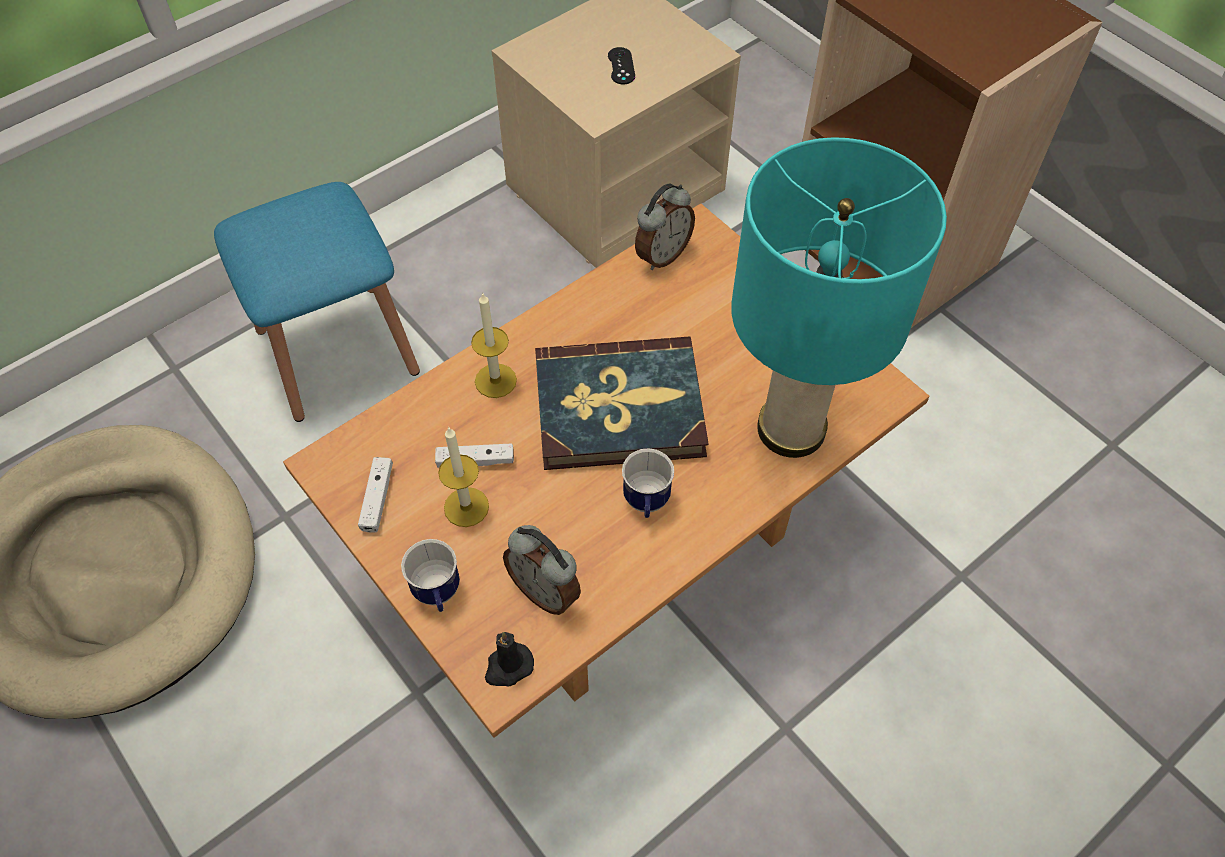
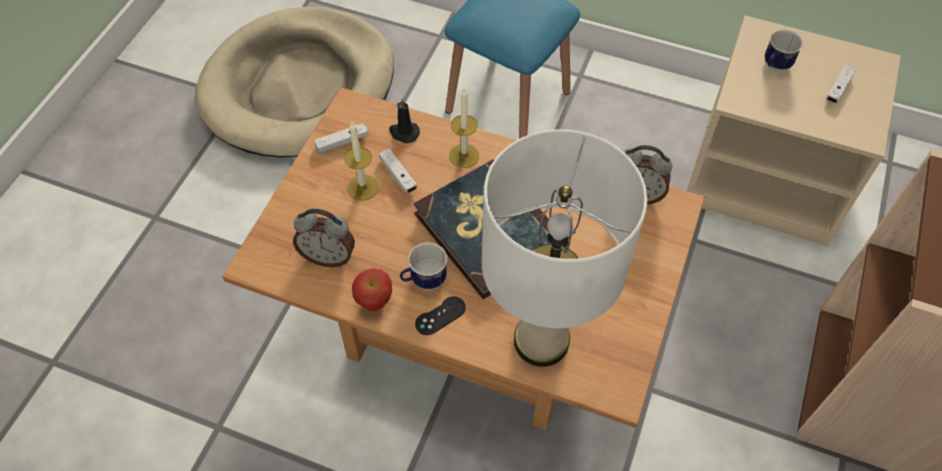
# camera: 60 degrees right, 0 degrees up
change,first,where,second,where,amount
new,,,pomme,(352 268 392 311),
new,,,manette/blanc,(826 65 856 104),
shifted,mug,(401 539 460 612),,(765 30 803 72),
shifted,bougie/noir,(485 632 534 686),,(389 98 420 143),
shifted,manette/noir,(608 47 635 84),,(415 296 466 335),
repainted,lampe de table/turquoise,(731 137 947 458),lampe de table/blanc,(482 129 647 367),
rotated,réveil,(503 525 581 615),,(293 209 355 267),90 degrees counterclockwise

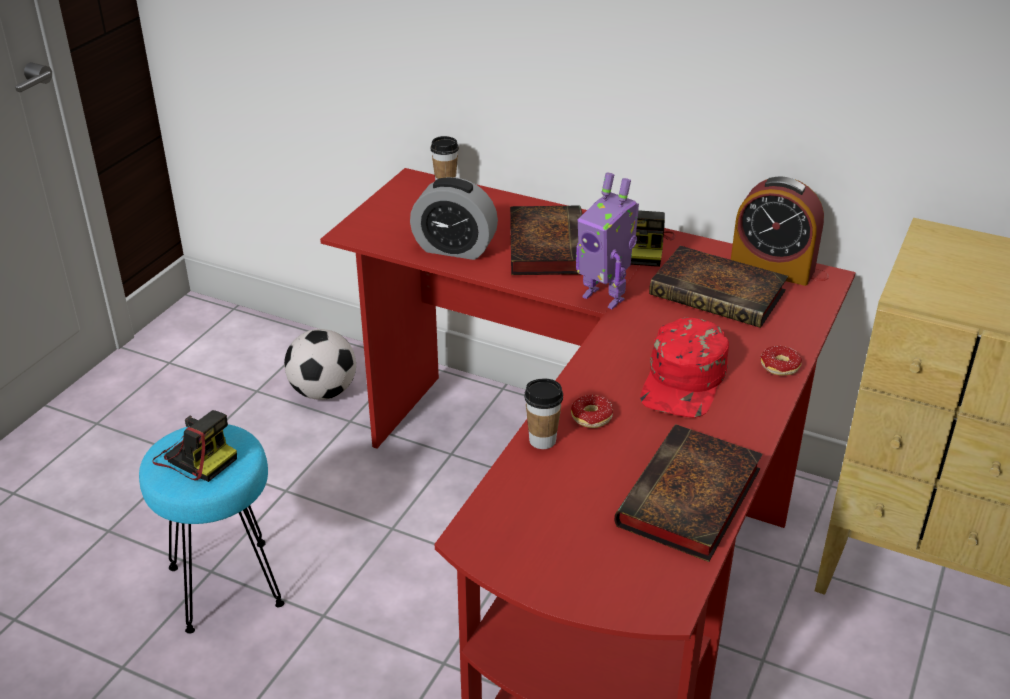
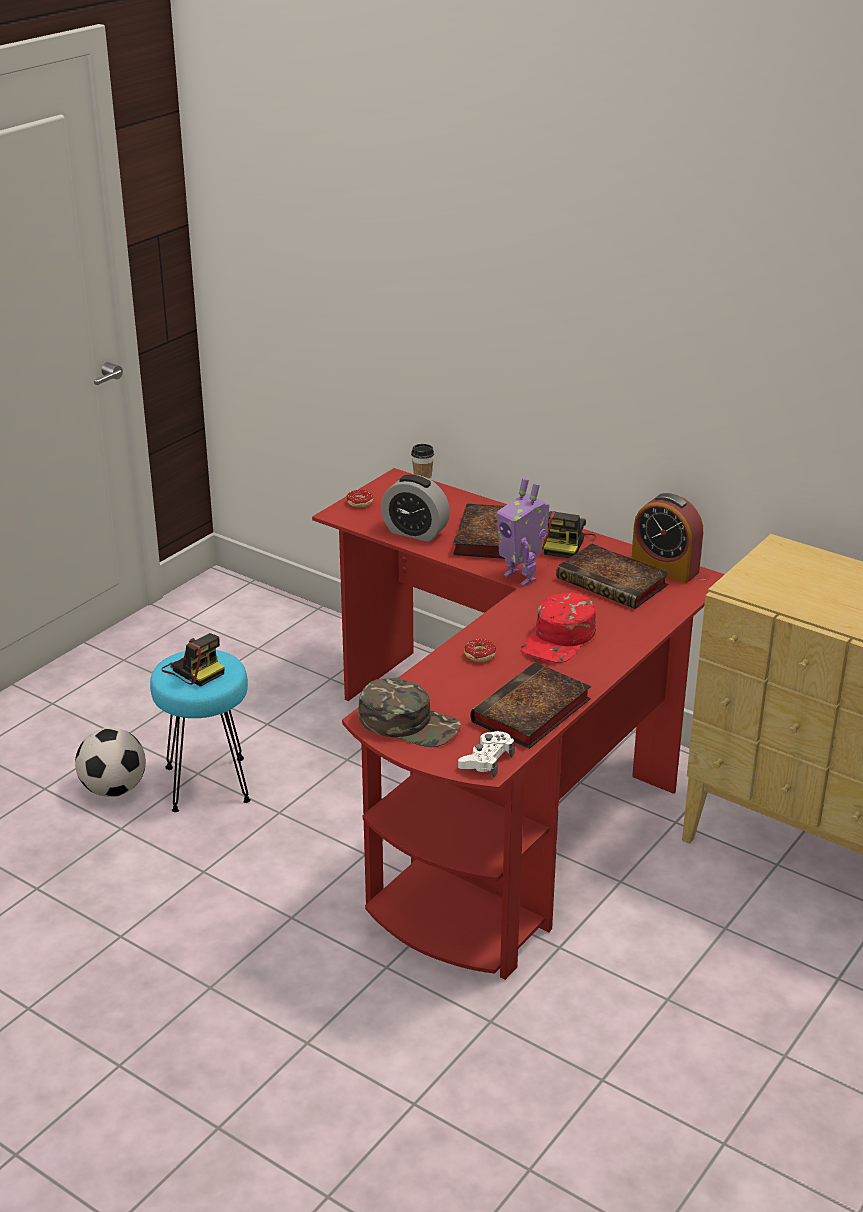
# camera: 10 degrees right, 5 degrees down
change,first,where,second,where,amount
gone,tasse,(524 379 563 449),,,
new,,,casquette/vert,(358 678 461 747),
new,,,manette/blanc,(458 731 515 777),
shifted,ballon de foot,(284 329 356 400),,(75 728 146 797),
shifted,beignet,(760 346 802 375),,(346 489 373 507),

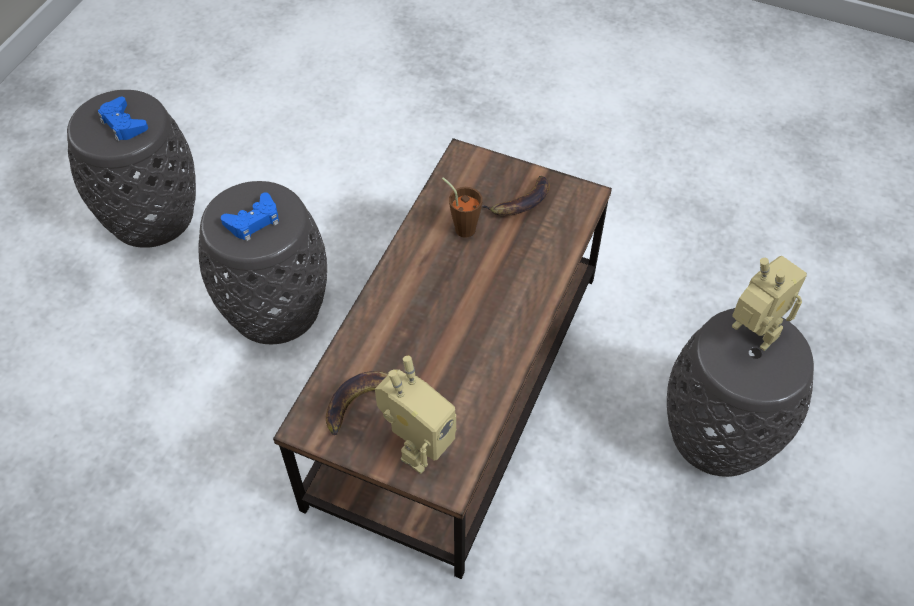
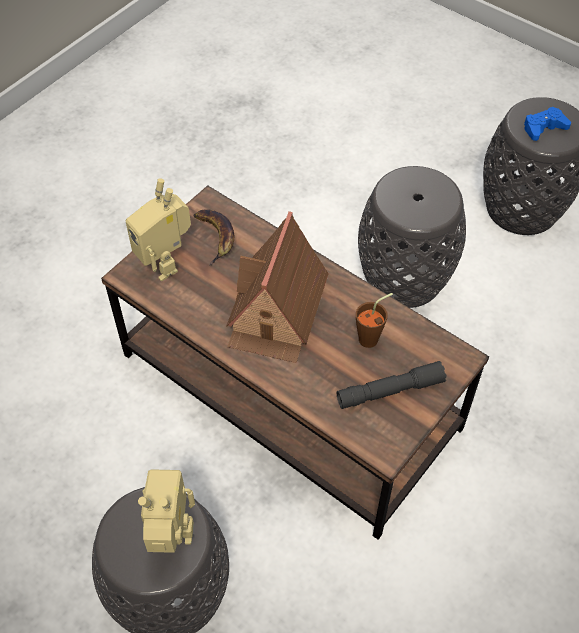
# camera: 105 degrees right, 0 degrees up
change,first,where,second,where,amount
gone,manette/bleu,(221 192 279 242),,,
new,,,maison miniature,(226 211 329 363),
swapped,banane,(481 175 550 216),lampe de poche/gris,(337 361 447 409),
rotated,robot jouet,(732 256 807 351),,(138 469 195 553),150 degrees counterclockwise

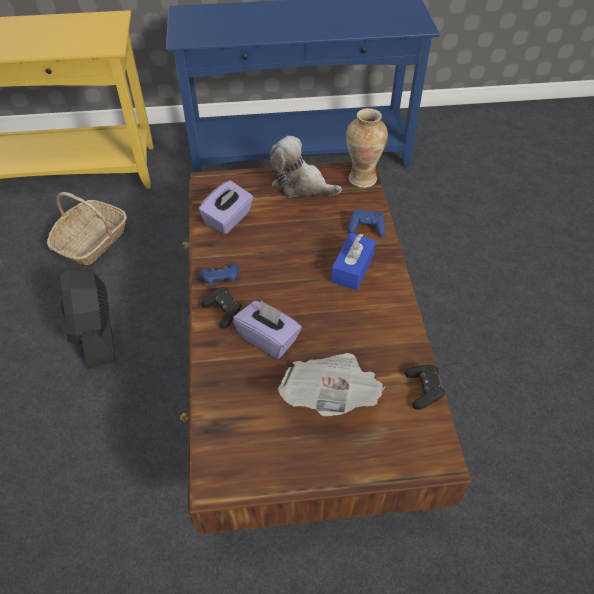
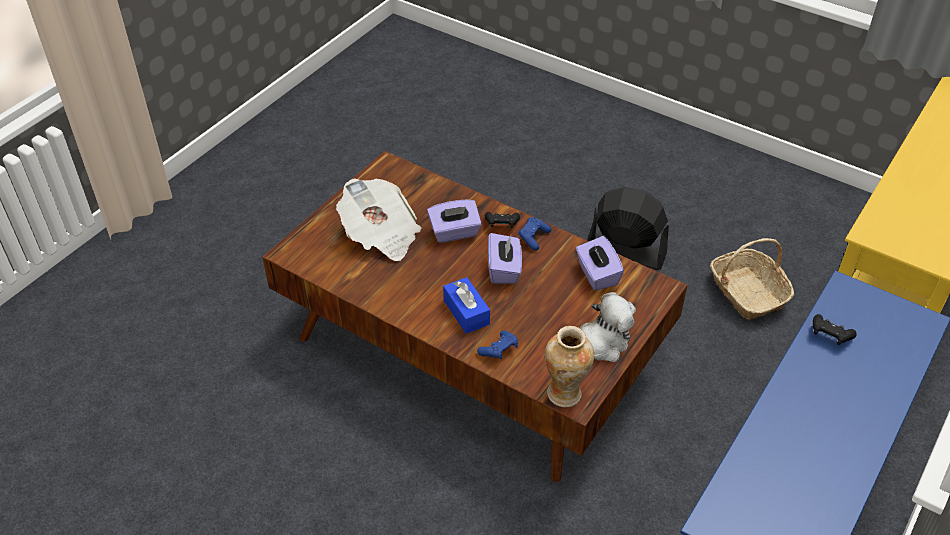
# camera: 130 degrees right, 5 degrees down
change,first,where,second,where,amount
new,,,boîte à mouchoirs/violet,(488 233 522 284),
shifted,manette/noir,(405 365 445 410),,(813 314 856 345),

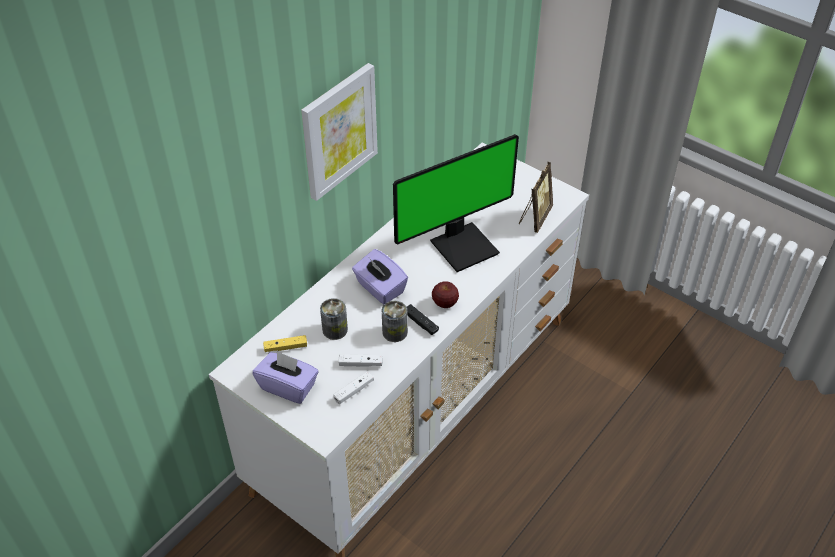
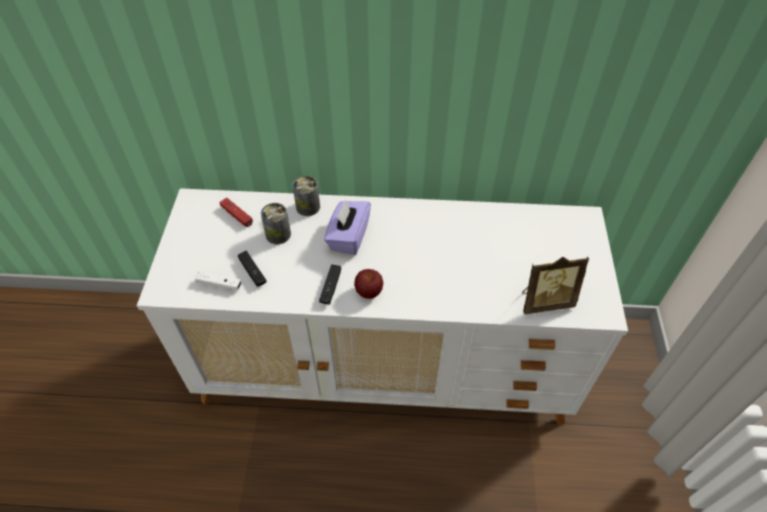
# camera: 55 degrees right, 5 degrees up
change,first,where,second,where,amount
gone,boîte à mouchoirs/violet,(253 351 319 404),,,
gone,tableau,(301 63 378 201),,,
gone,écran d'ordinateur,(393 134 519 272),,,
shifted,boîte métallique,(382 301 408 342),,(292 176 320 216),
repainted,manette/jaune,(263 335 307 352),manette/rouge,(220 198 253 227),
repainted,manette/blanc,(338 354 383 367),manette/noir,(238 251 267 287),

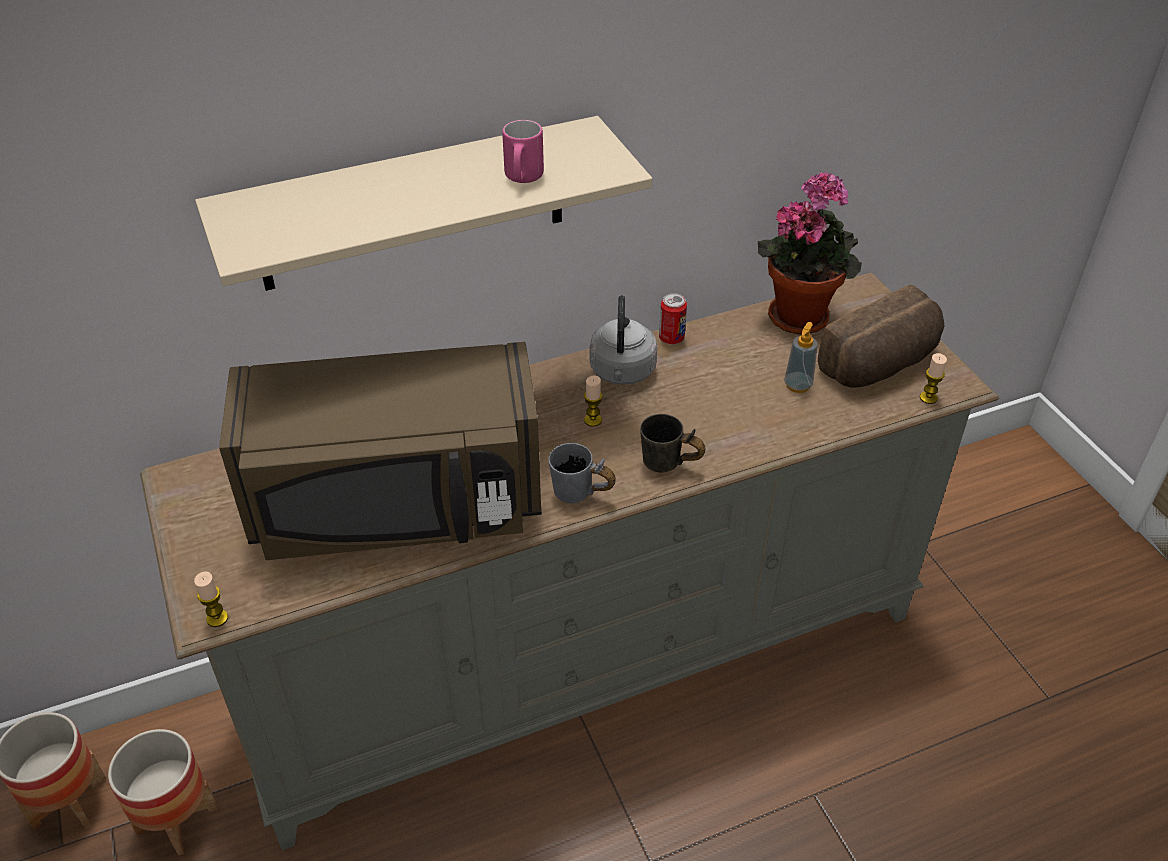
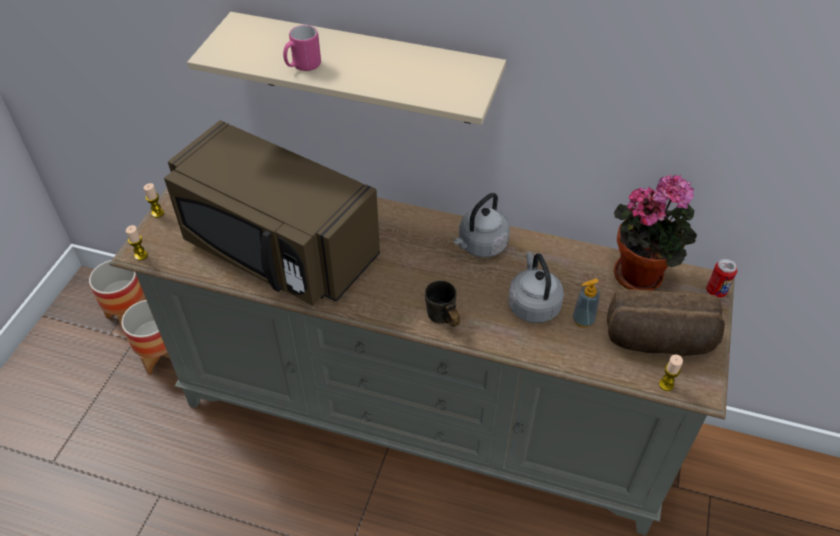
# camera: 40 degrees right, 5 degrees up
change,first,where,second,where,amount
gone,mug/gris,(549 443 616 503),,,
new,,,bouilloire/gris,(508 252 564 323),
shifted,mug/rose,(502 120 544 183),,(283 25 321 71),
shifted,bougie,(584 376 603 427),,(144 183 164 218),
shifted,boîte métallique,(659 293 687 344),,(706 259 737 298),

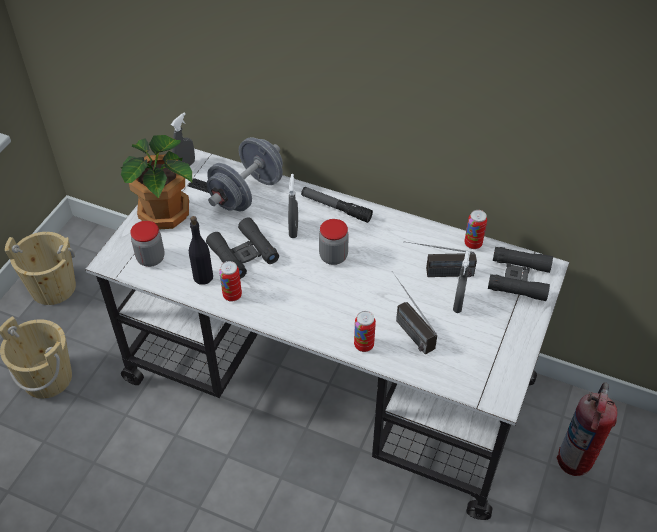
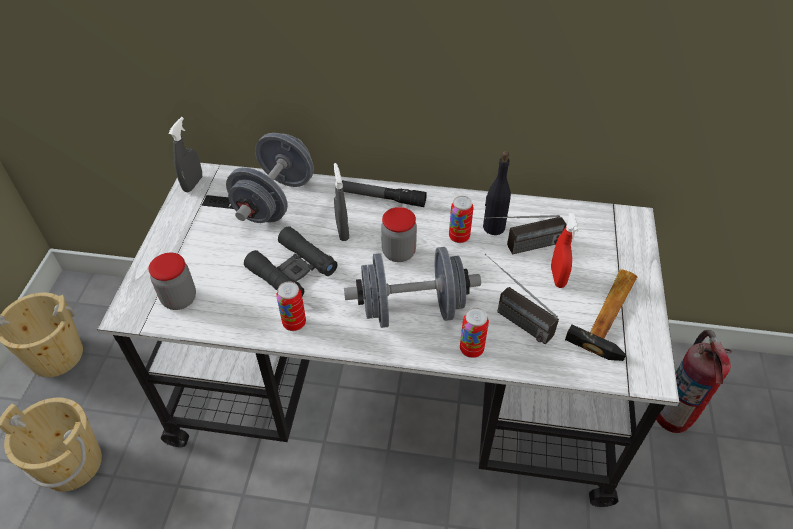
# camera: 15 degrees left, 0 degrees up
change,first,where,second,where,amount
gone,plante en pot,(121 135 192 230),,,
gone,jumelles/noir,(488 247 553 301),,,
new,,,haltère/gris,(344 247 481 328),
new,,,marteau,(565 269 637 361),
shifted,bouteille/noir,(189 216 213 285),,(483 151 511 235),
shifted,boîte métallique,(464 210 487 249),,(449 196 473 243),
repainted,vaporisateur/gris,(453 251 470 313),vaporisateur/rouge,(551 213 579 288),

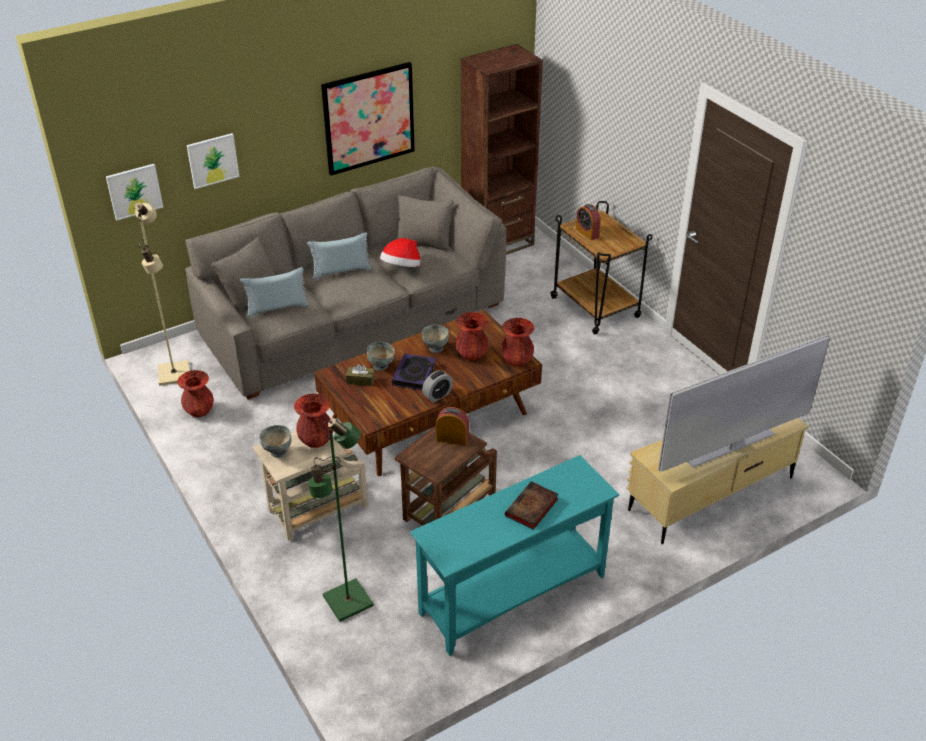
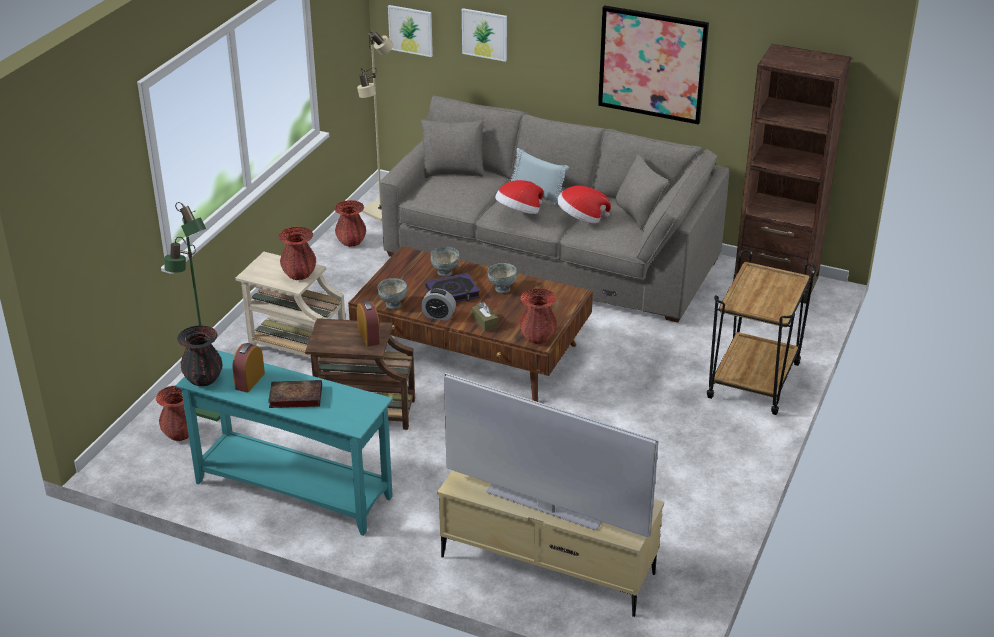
# camera: 55 degrees right, 5 degrees down
change,first,where,second,where,amount
gone,coussin/bleu,(240 267 309 318),,,
new,,,vase/noir,(177 325 222 386),
new,,,chapeau,(495 180 544 214),
shifted,bol/gris,(259 425 291 458),,(378 278 407 309),
shifted,boîte à mouchoirs/marron,(346 364 375 386),,(472 302 498 331),
shifted,vase/rouge,(456 312 488 361),,(156 385 189 441),
shifted,réveil,(576 204 601 240),,(233 343 265 393),

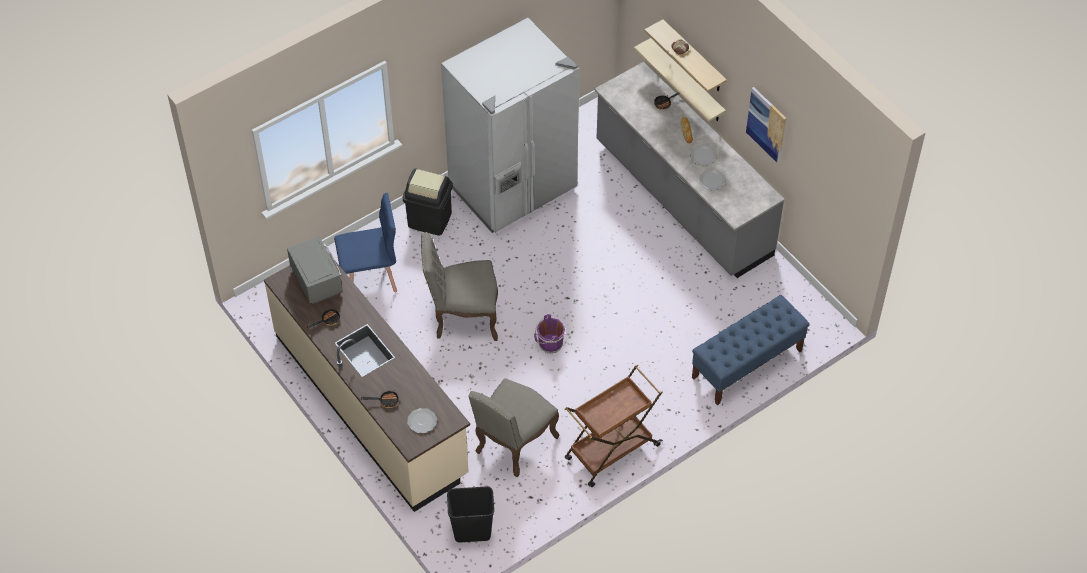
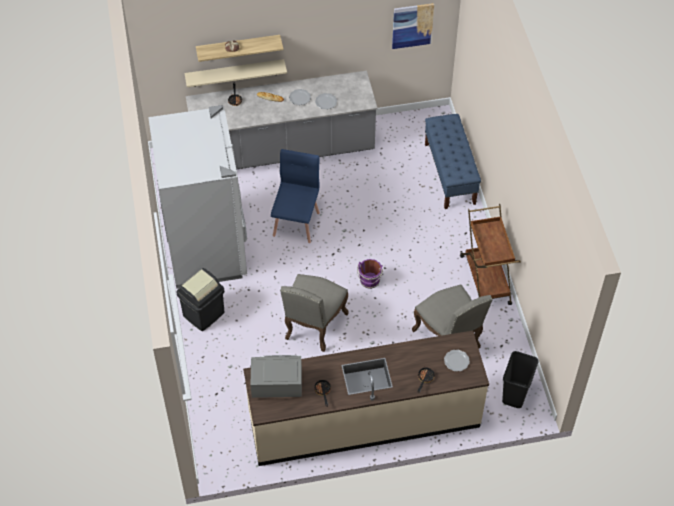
# camera: 65 degrees left, 0 degrees up
change,first,where,second,where,amount
shifted,chaise/bleu,(334 193 397 292),,(271 149 320 243),
shifted,tableau,(746 87 786 163),,(392 3 434 49),

